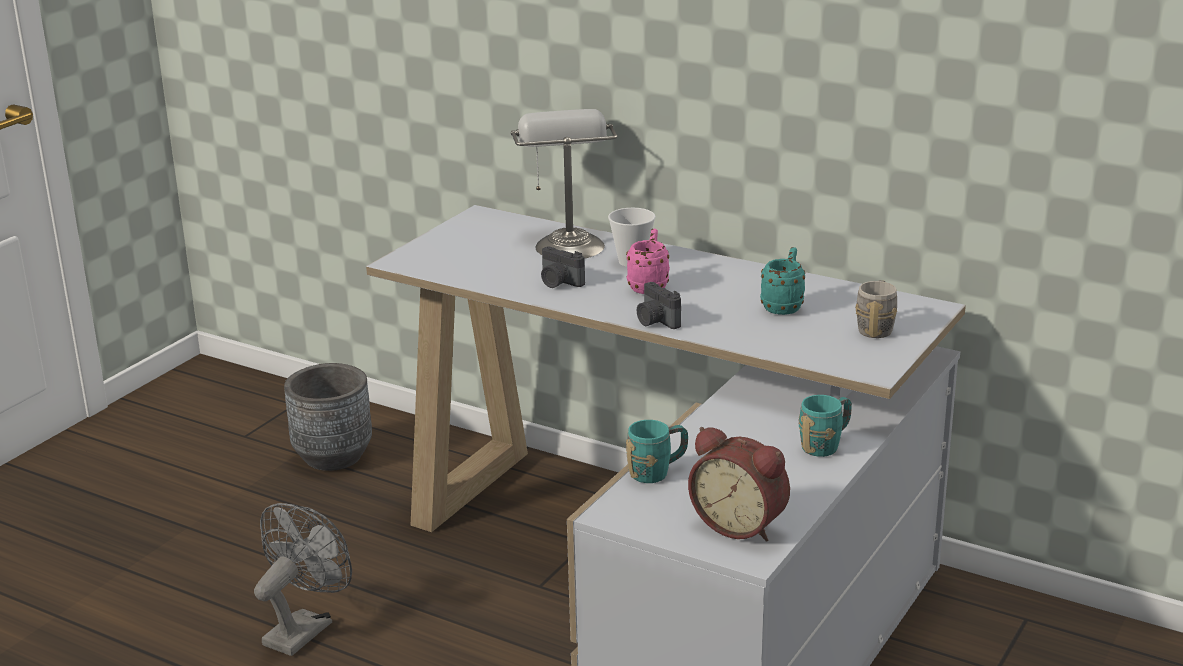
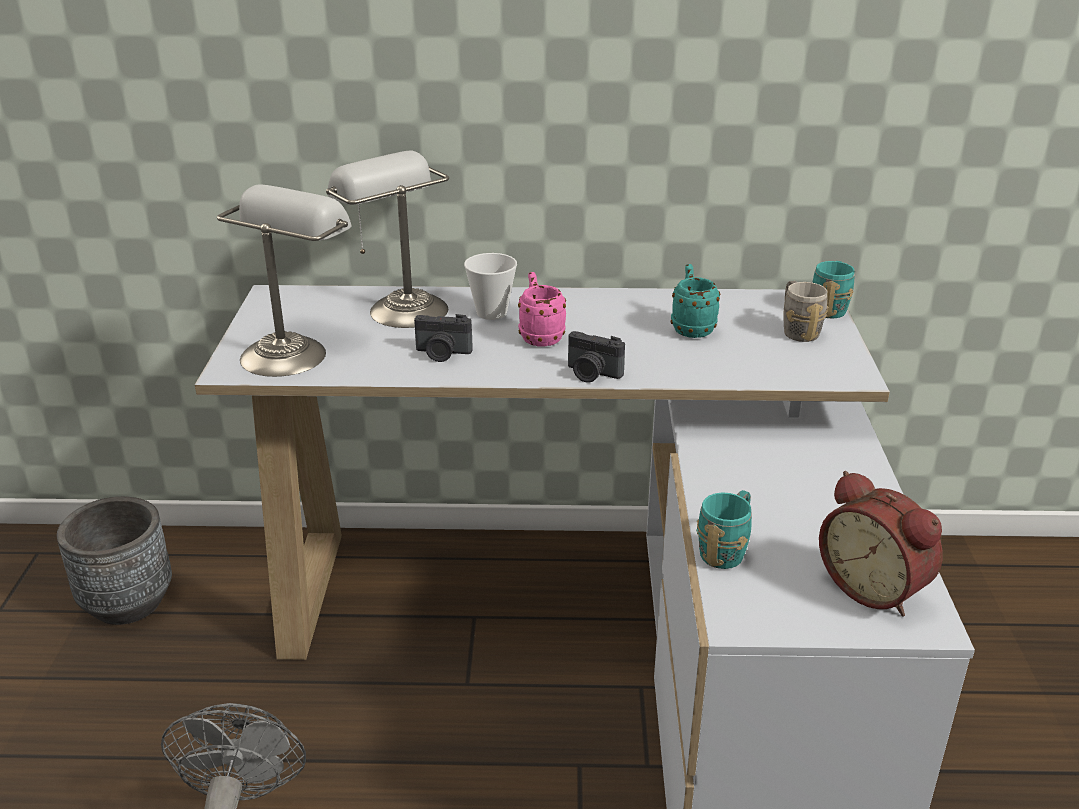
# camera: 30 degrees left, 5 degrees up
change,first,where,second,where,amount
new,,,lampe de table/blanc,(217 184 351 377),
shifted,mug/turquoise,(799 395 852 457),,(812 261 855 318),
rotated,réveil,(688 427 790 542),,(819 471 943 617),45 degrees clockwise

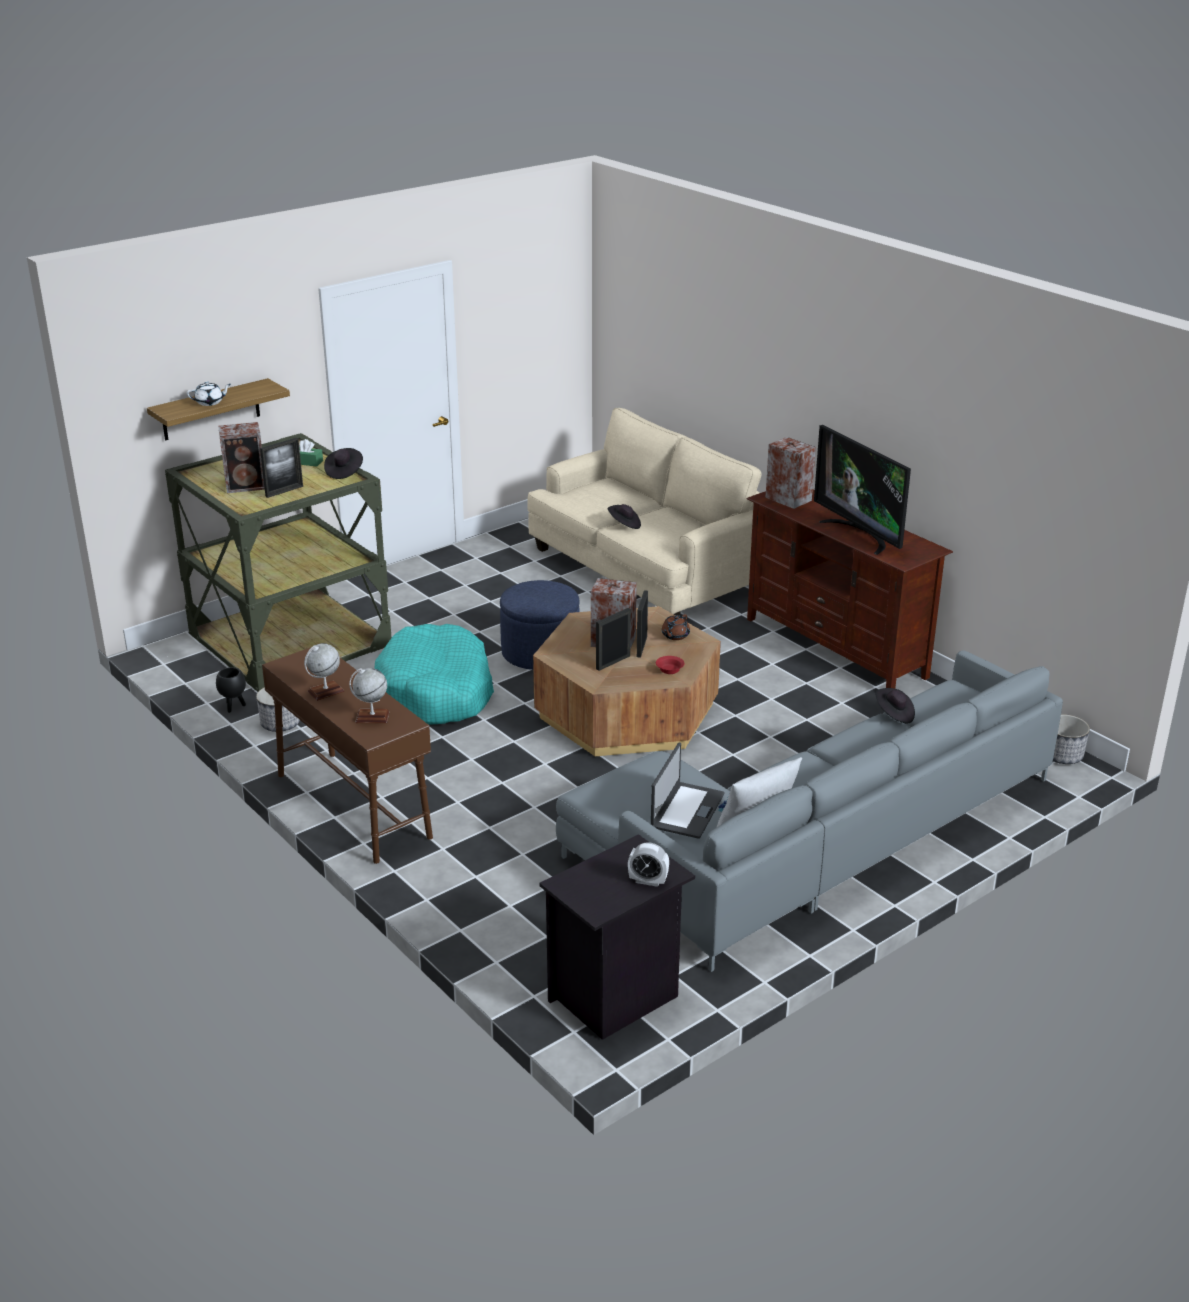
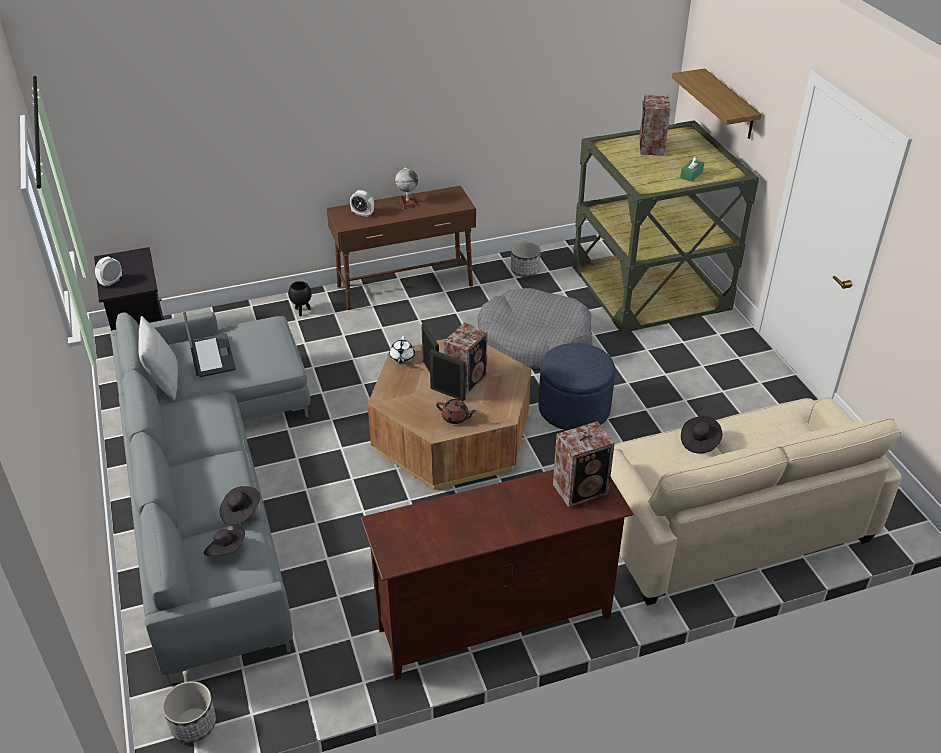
# camera: 110 degrees right, 10 degrees up
change,first,where,second,where,amount
gone,cadre photo,(260 438 303 498),,,
gone,bol/rouge,(656 656 684 674),,,
gone,téléviseur,(814 425 911 555),,,
shifted,théière/blanc,(187 382 231 406),,(390 336 415 363),
shifted,cache-pot/noir,(216 667 246 713),,(289 281 312 316),
shifted,chapeau/noir,(324 448 363 479),,(204 529 245 556),
swapped,globe,(349 668 390 723),réveil,(350 190 374 217),
repainted,panier pour chien/turquoise,(374 624 494 724),panier pour chien/gris,(478 288 593 369),
rotated,ordinateur portable,(651 743 725 839),,(183 312 236 377),150 degrees counterclockwise
rotated,théière/marron,(662 614 690 640),,(436 399 477 424),150 degrees clockwise

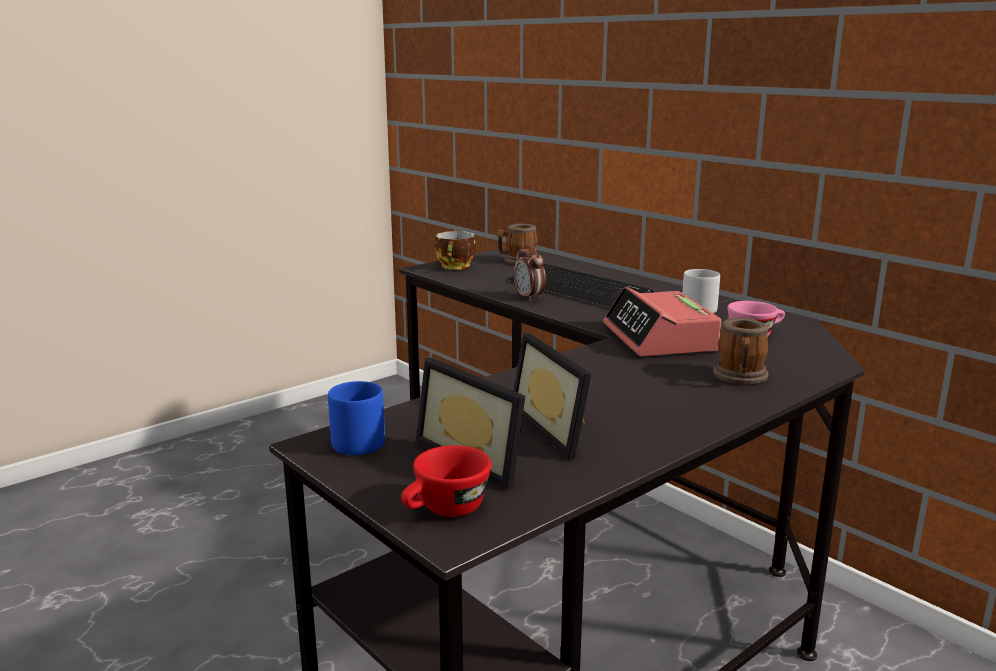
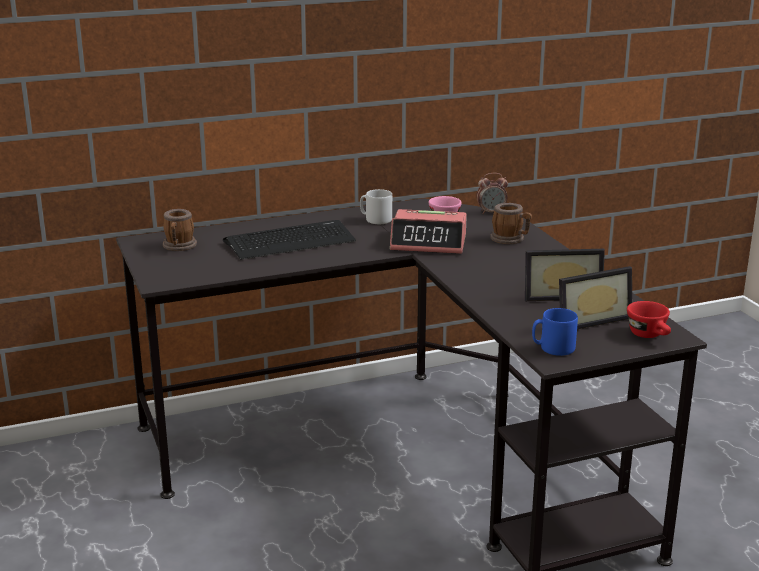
# camera: 70 degrees left, 5 degrees up
change,first,where,second,where,amount
gone,tasse,(435 231 476 270),,,
shifted,réveil,(514 244 546 302),,(476 173 508 214),

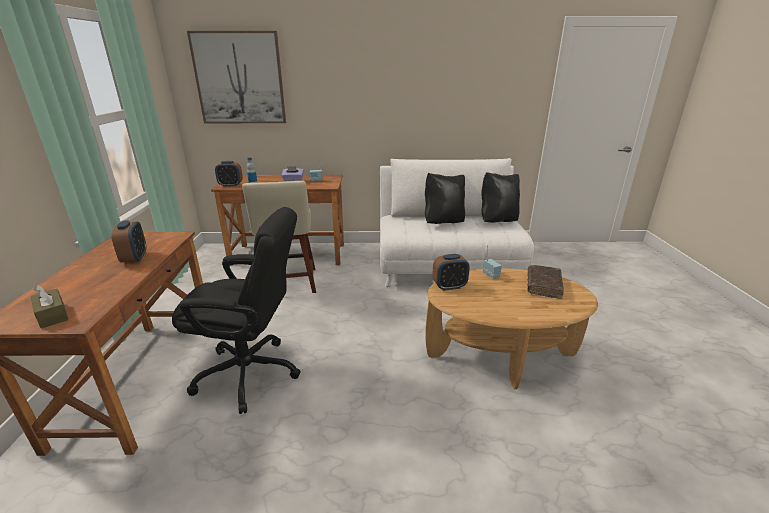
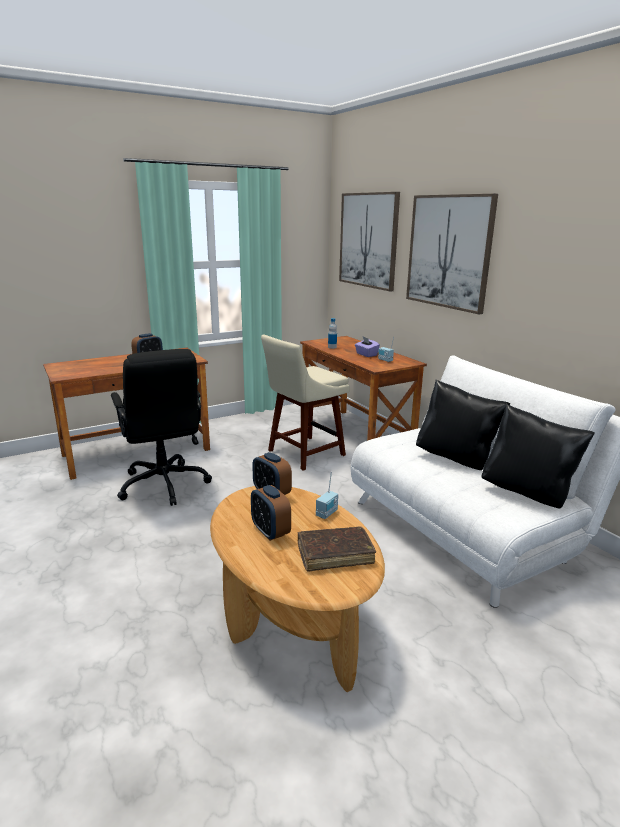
# camera: 60 degrees right, 5 degrees down
change,first,where,second,where,amount
gone,boîte à mouchoirs/marron,(31 285 69 329),,,
new,,,tableau,(406 194 498 314),
shifted,réveil,(215 161 243 187),,(251 485 291 541),

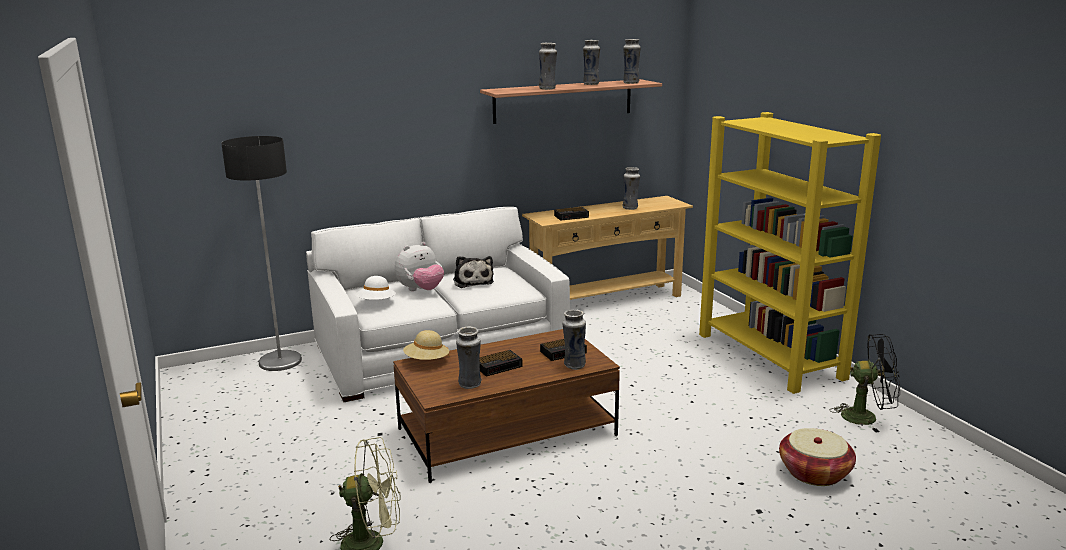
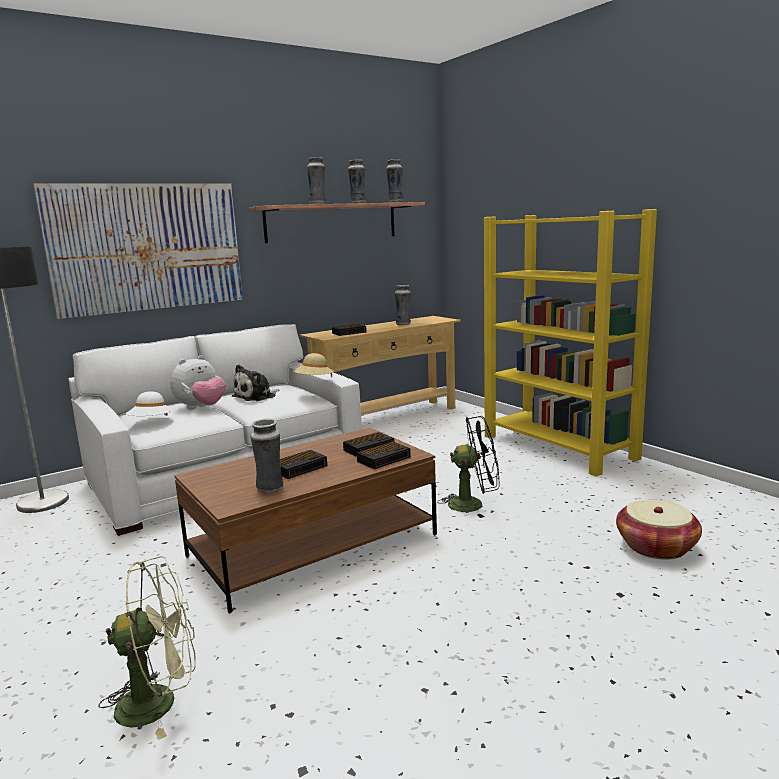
# camera: 10 degrees left, 5 degrees down
change,first,where,second,where,amount
new,,,tableau,(33 183 243 319),
shifted,chapeau/beige,(403 330 449 360),,(293 353 334 378),
shifted,ventilateur/noir,(830 334 900 432),,(437 416 499 518),
swapped,vase,(562 310 586 370),réveil,(357 442 411 469),
rotated,peluche,(453 256 494 288),,(232 365 279 401),75 degrees clockwise

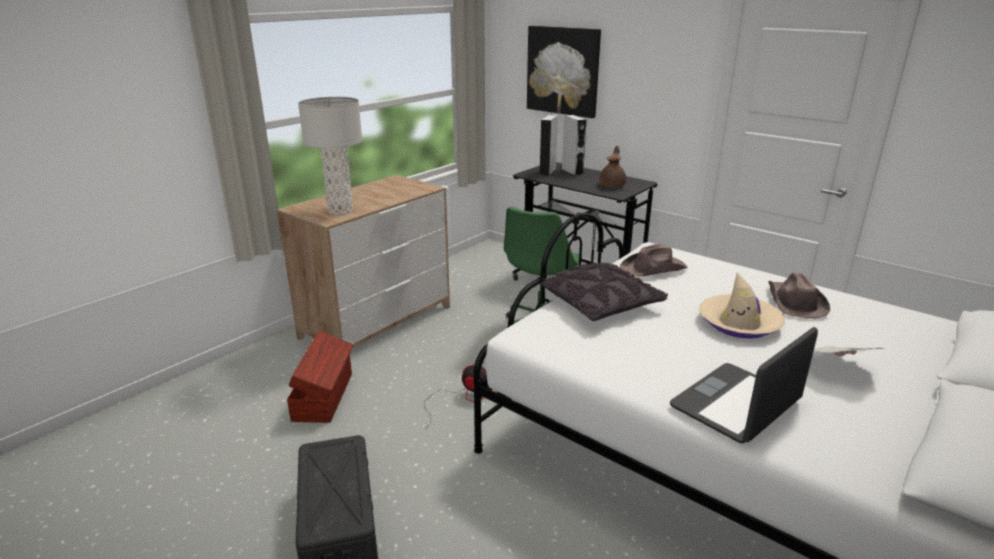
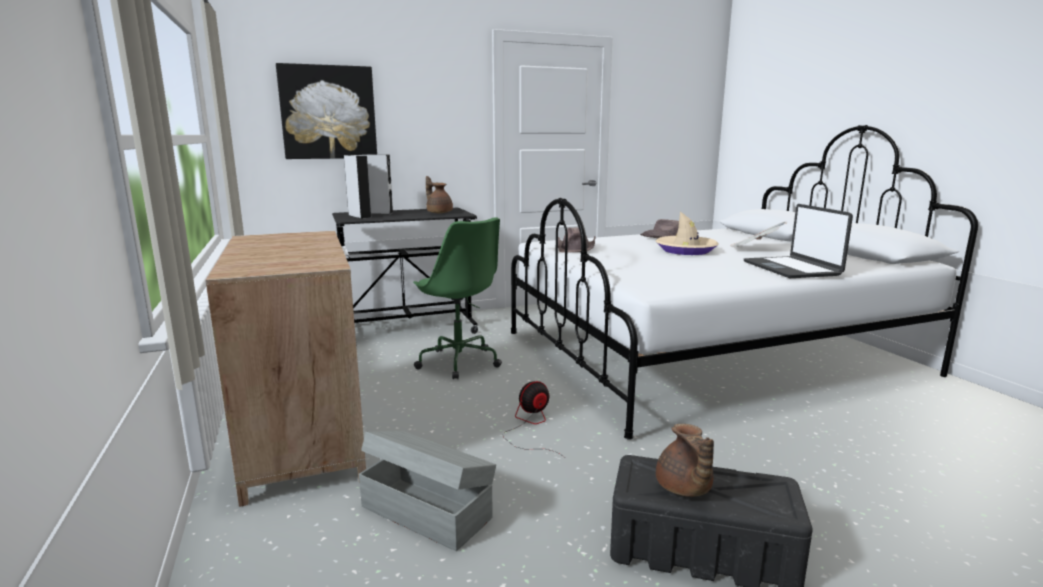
# camera: 60 degrees left, 10 degrees down
change,first,where,second,where,amount
gone,lampe de table/blanc,(298 97 362 215),,,
gone,coussin/noir,(539 263 668 321),,,
new,,,théière/marron,(656 424 714 497),
repainted,boîte de rangement/marron,(287 331 354 423),boîte de rangement/gris,(359 431 496 551),

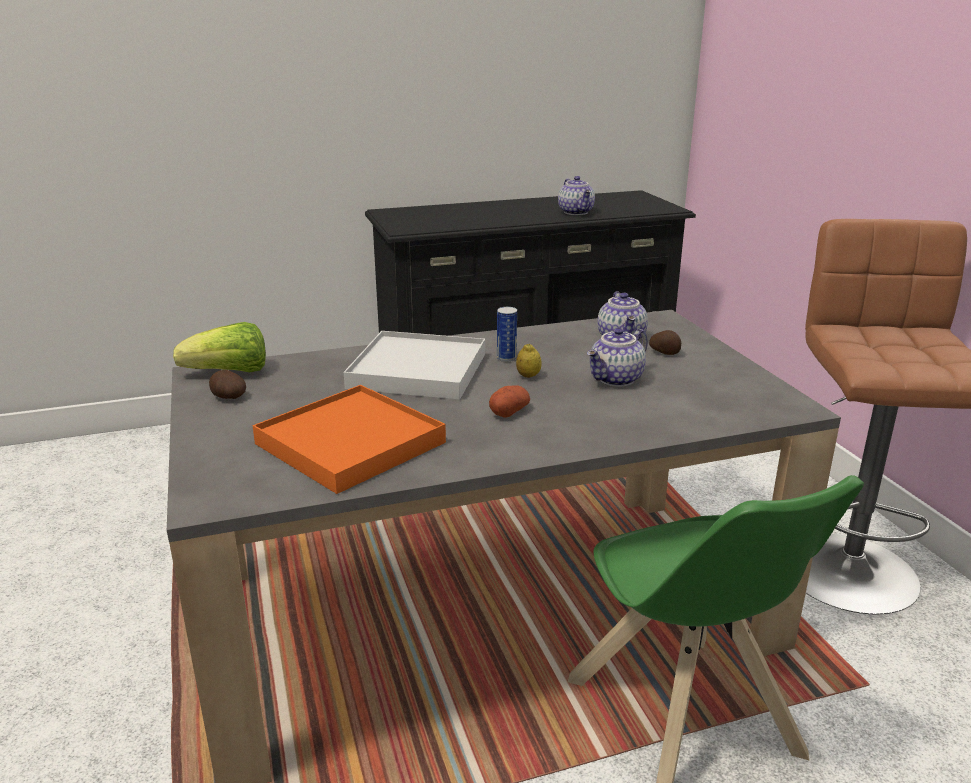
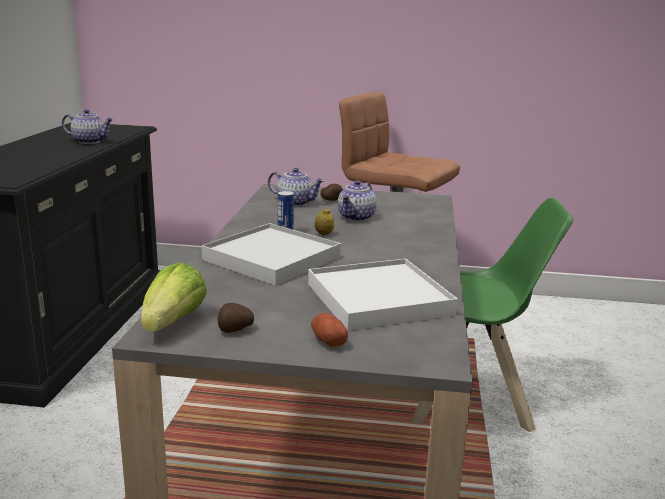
# camera: 65 degrees left, 5 degrees down
change,first,where,second,where,amount
shifted,pomme de terre,(489 385 530 418),,(311 313 348 347),
repainted,plateau/orange,(252 385 446 494),plateau/blanc,(308 259 458 331),
rotated,théière,(587 328 648 387),,(338 180 377 222),45 degrees clockwise

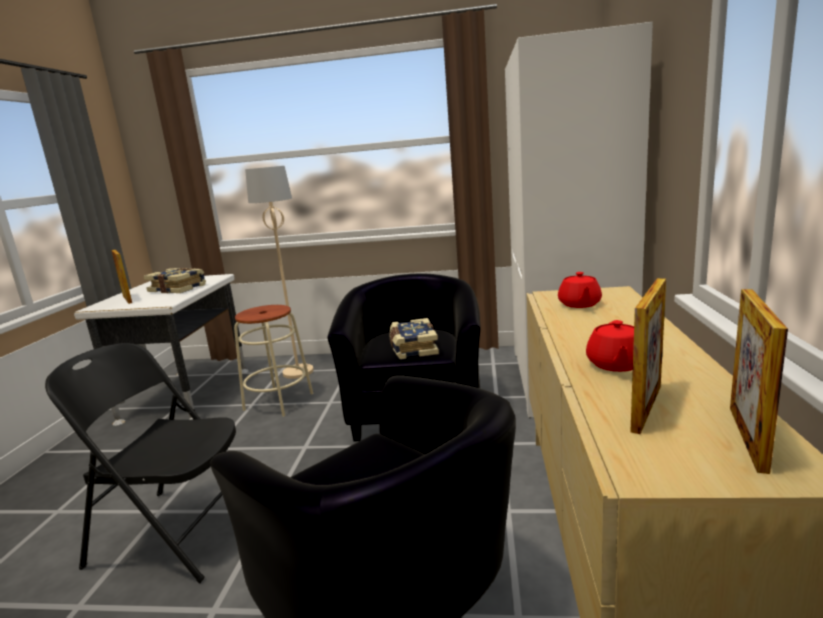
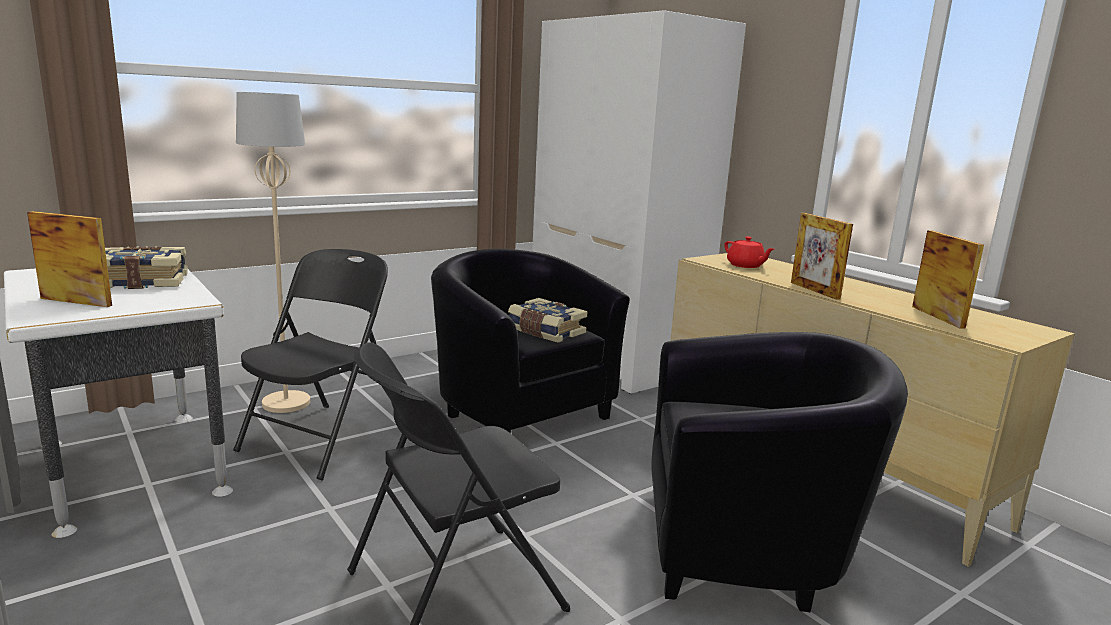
# camera: 45 degrees left, 0 degrees up
change,first,where,second,where,amount
gone,théière/rouge,(586 320 634 372),,,
shifted,cadre photo,(730 289 788 474),,(791 213 853 300),
swapped,tabouret/beige,(234 305 313 417),chaise/noir,(233 249 394 481),

